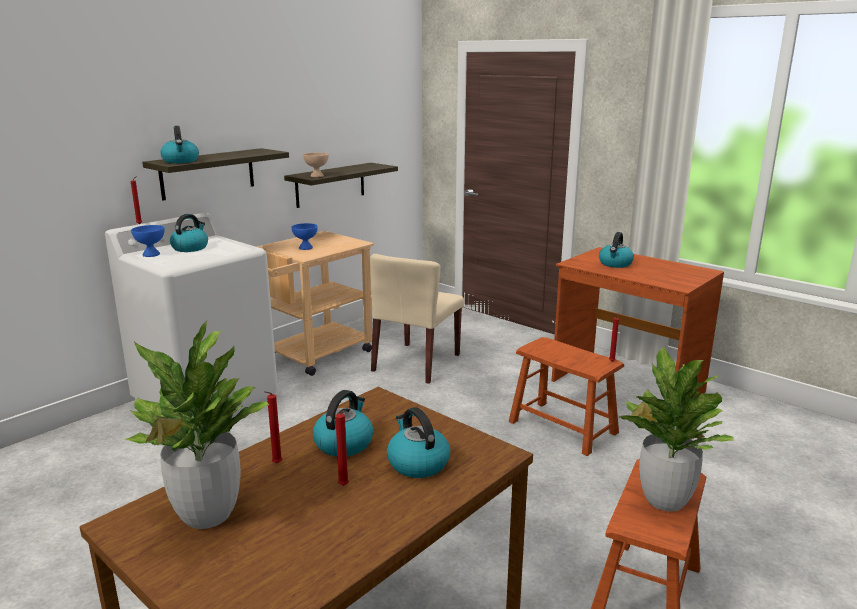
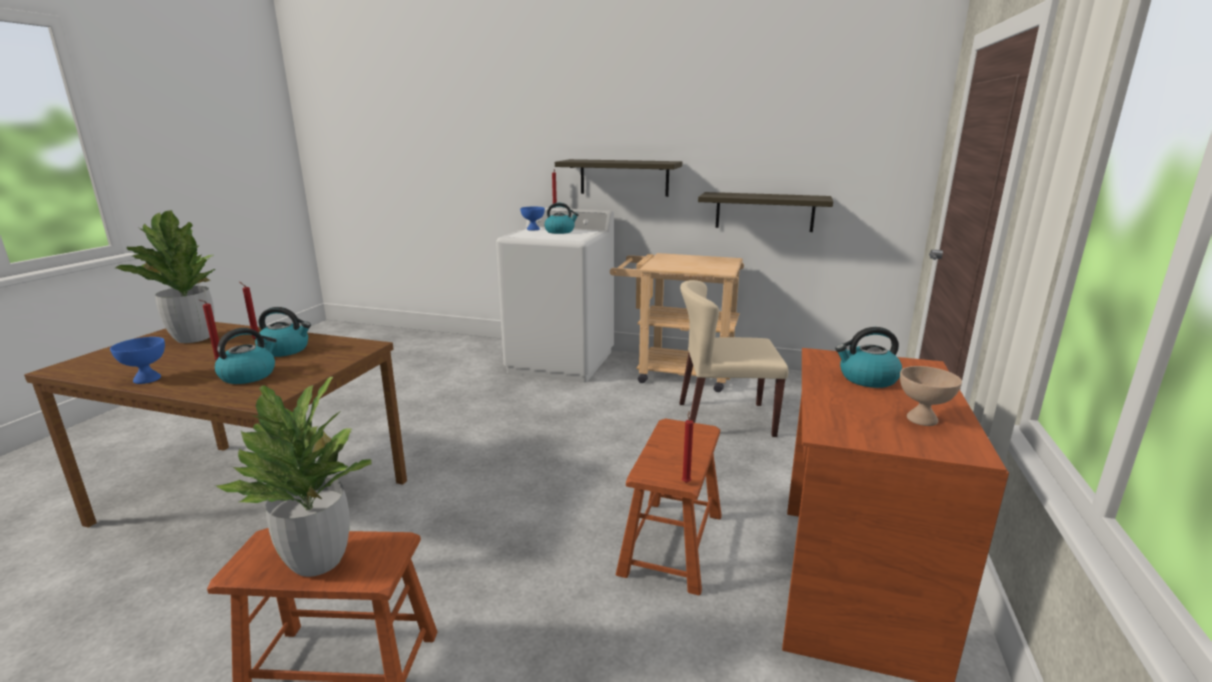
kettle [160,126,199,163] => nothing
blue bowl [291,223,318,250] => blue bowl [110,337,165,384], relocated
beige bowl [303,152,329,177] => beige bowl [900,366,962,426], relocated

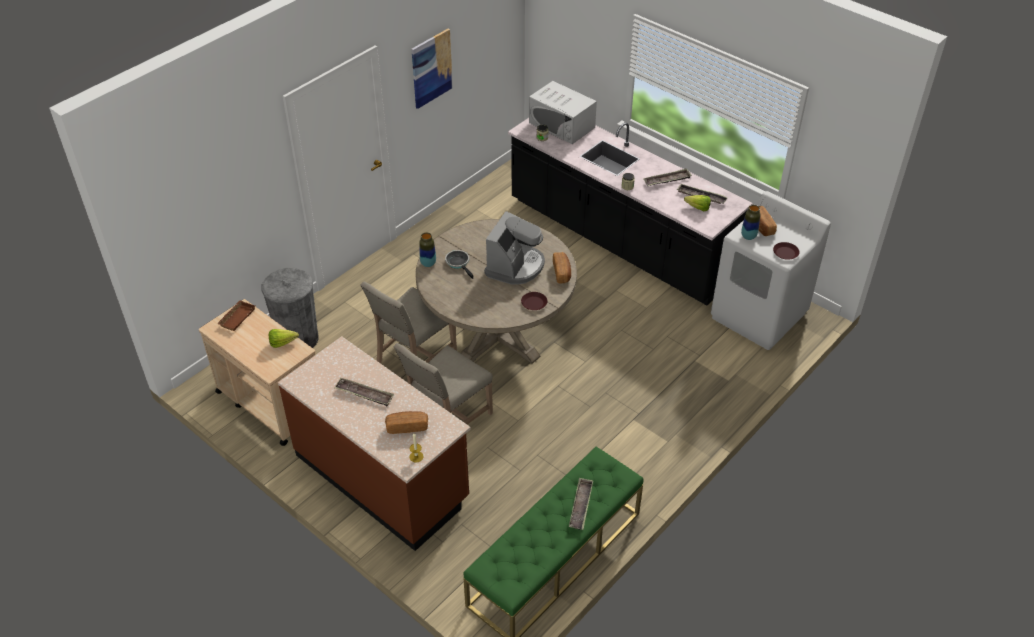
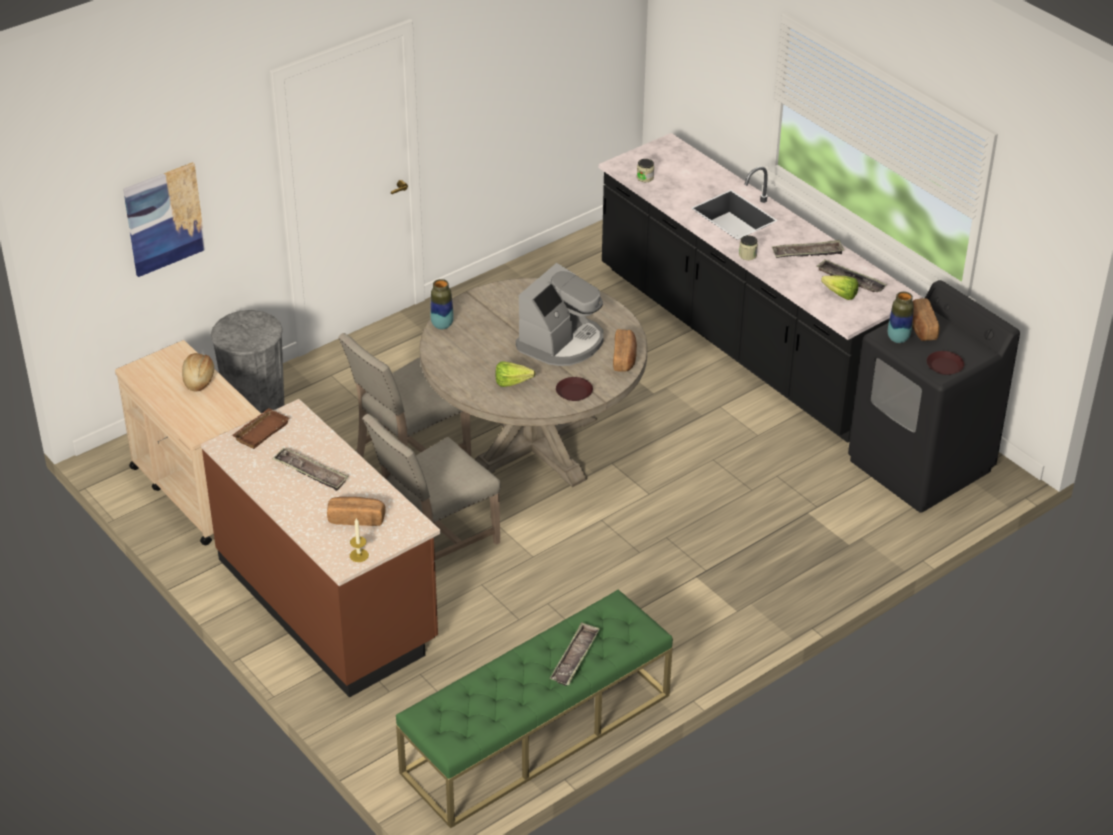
brown tray [217,300,255,331] => brown tray [232,408,289,449], relocated
lettuce [269,329,299,348] => lettuce [496,362,535,387], relocated
picture [411,29,453,109] => picture [123,162,206,277], relocated
frying pan [445,250,473,279] => nothing
white microwave [529,81,597,144] => nothing
white washing machine [711,191,831,350] => black washing machine [848,280,1020,513]
nothing => bread [182,353,214,392]

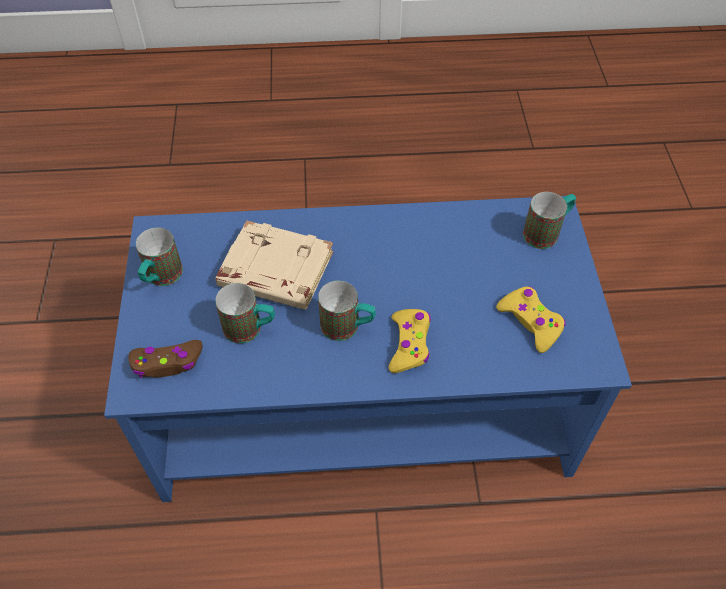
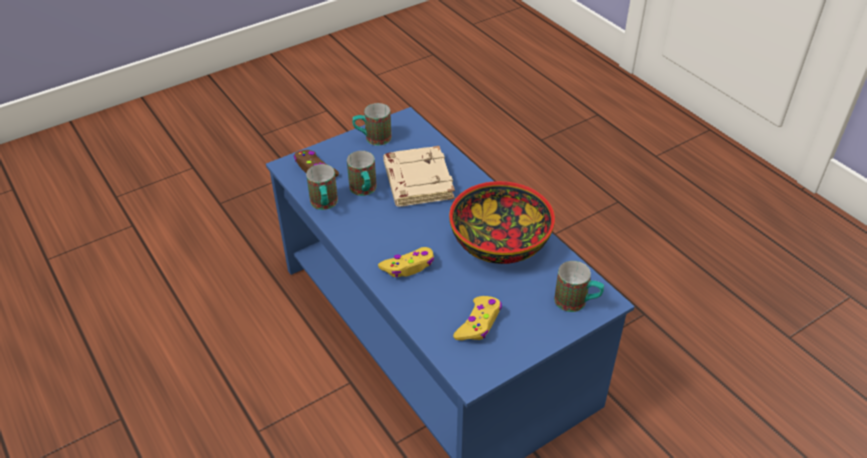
mug [318,281,376,341] => mug [306,164,338,210], relocated
nothing => bowl [449,181,555,264]

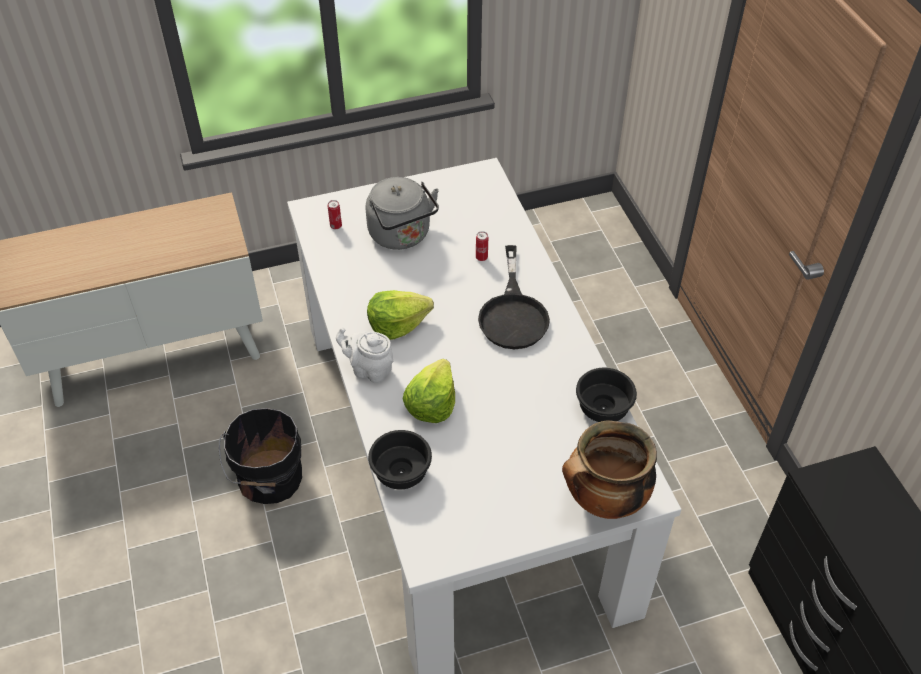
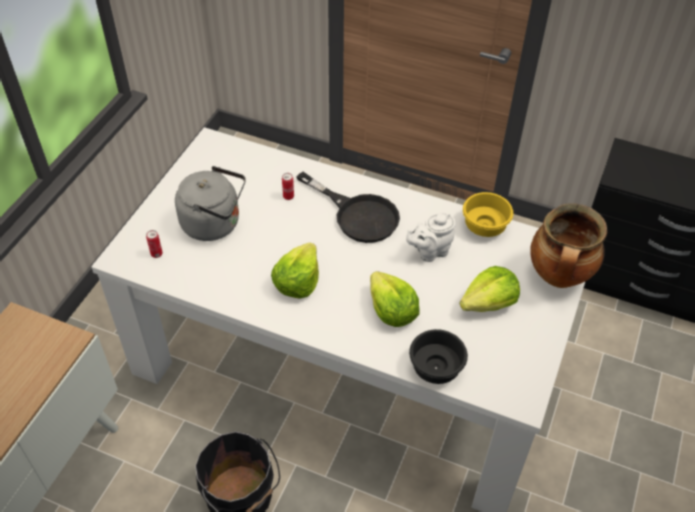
white teapot [336,327,393,383] => white teapot [406,213,456,262], relocated
black bowl [576,368,637,422] => yellow bowl [463,192,513,237]
nothing => lettuce [459,266,520,312]

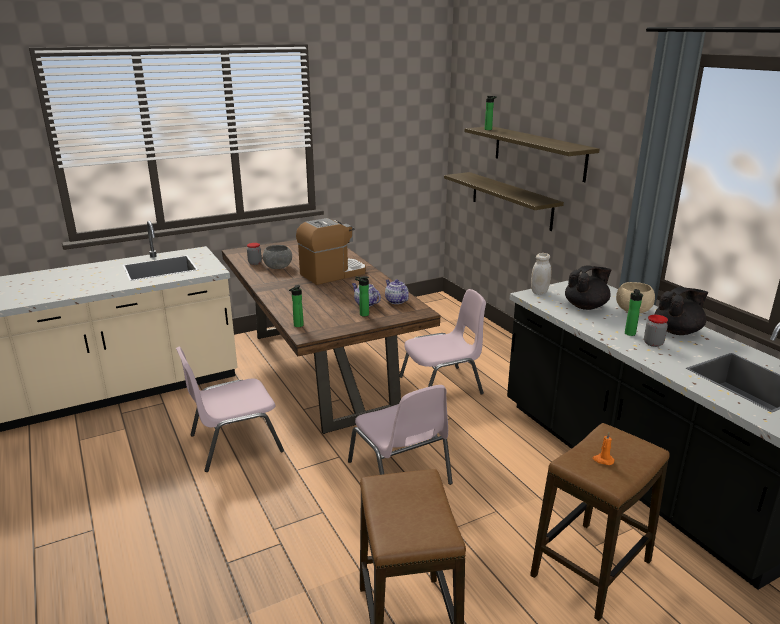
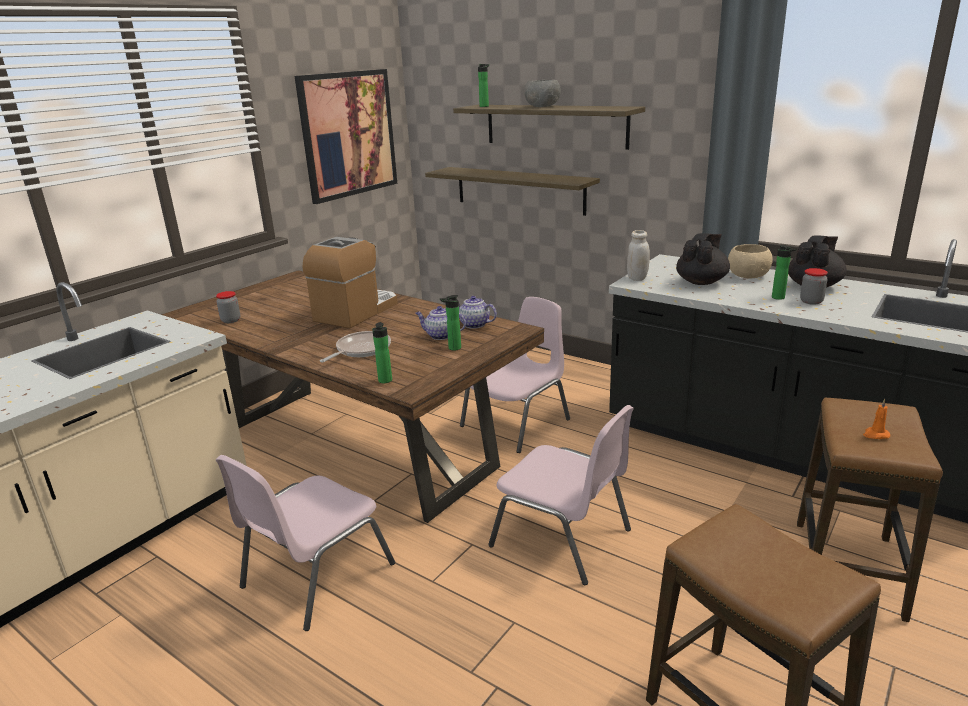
grey bowl [263,245,292,269] => grey bowl [524,80,561,107], relocated
nothing => picture [295,69,397,204]
nothing => frying pan [320,331,391,362]

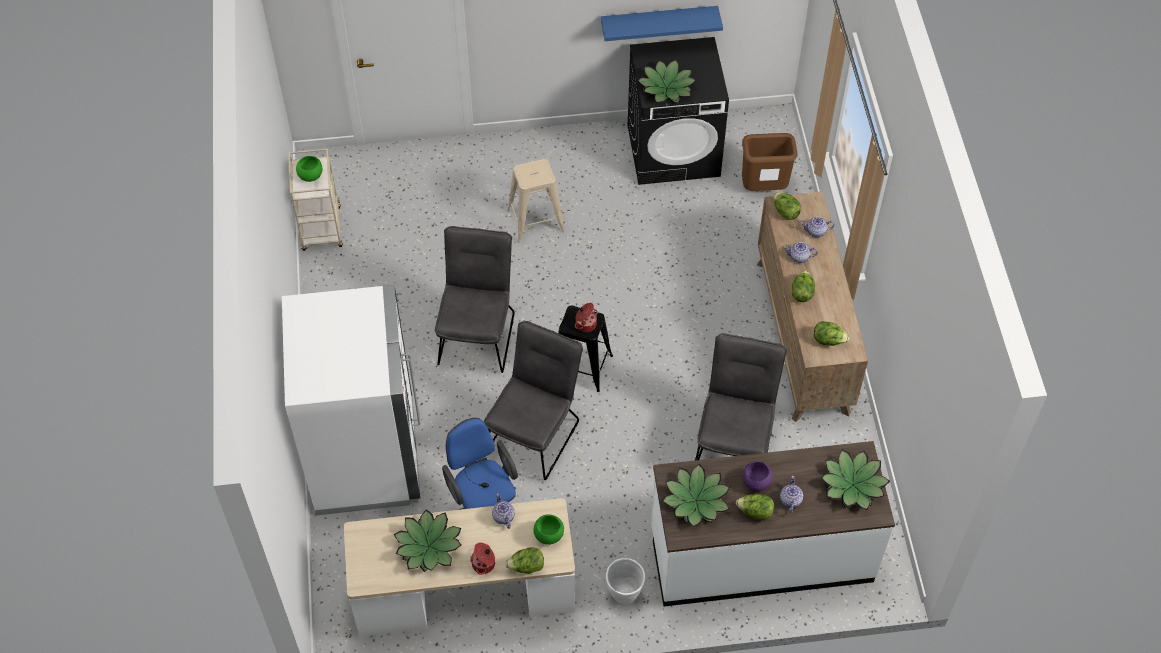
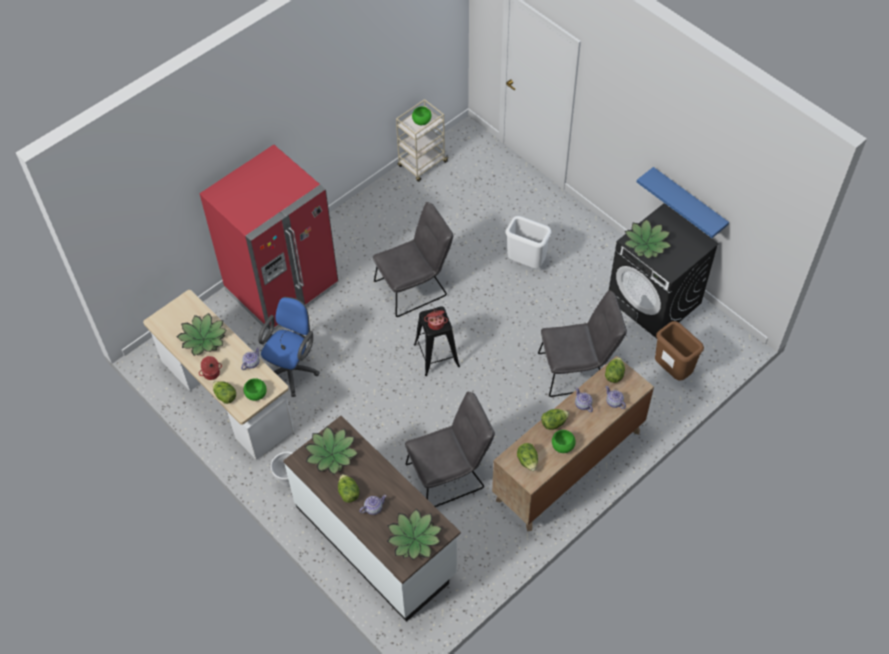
white fridge [282,285,420,515] => red fridge [200,145,338,332]
grey chair [484,321,583,480] => grey chair [538,290,627,397], relocated
beige stool [507,159,565,243] => white trash can [505,216,551,268]
purple bowl [742,461,773,492] => nothing
nothing => green bowl [552,430,576,453]

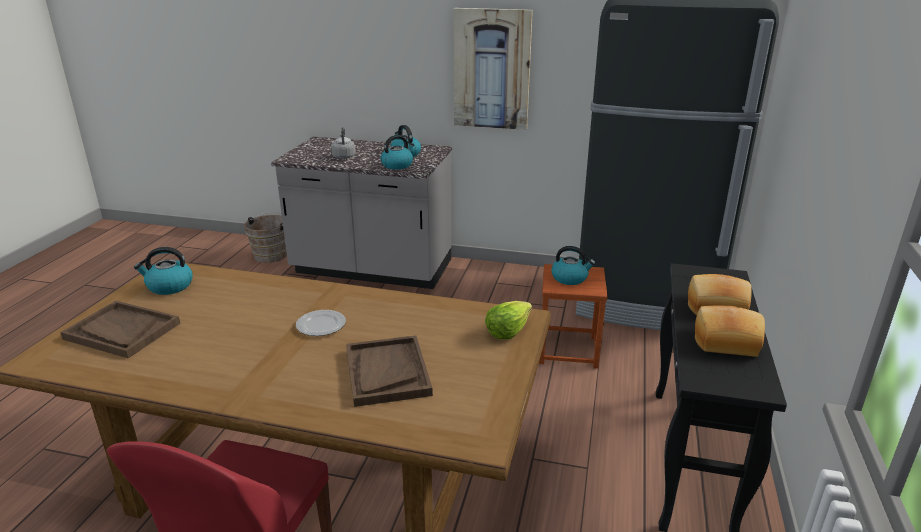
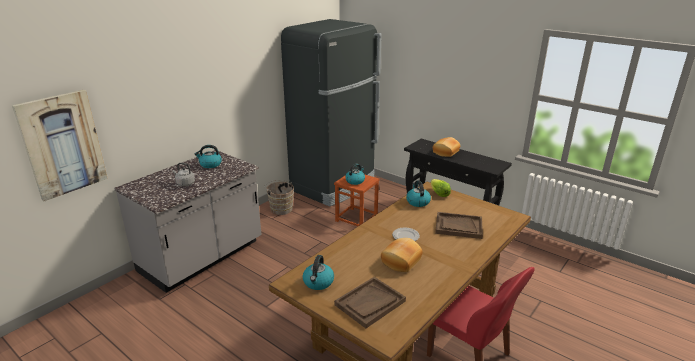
brown bucket [244,212,287,263] => brown bucket [264,180,294,215], relocated
kettle [381,135,415,169] => kettle [406,180,431,207], relocated
picture [454,8,533,130] => picture [12,90,108,201], relocated
bread [695,305,765,357] => bread [381,238,423,272], relocated

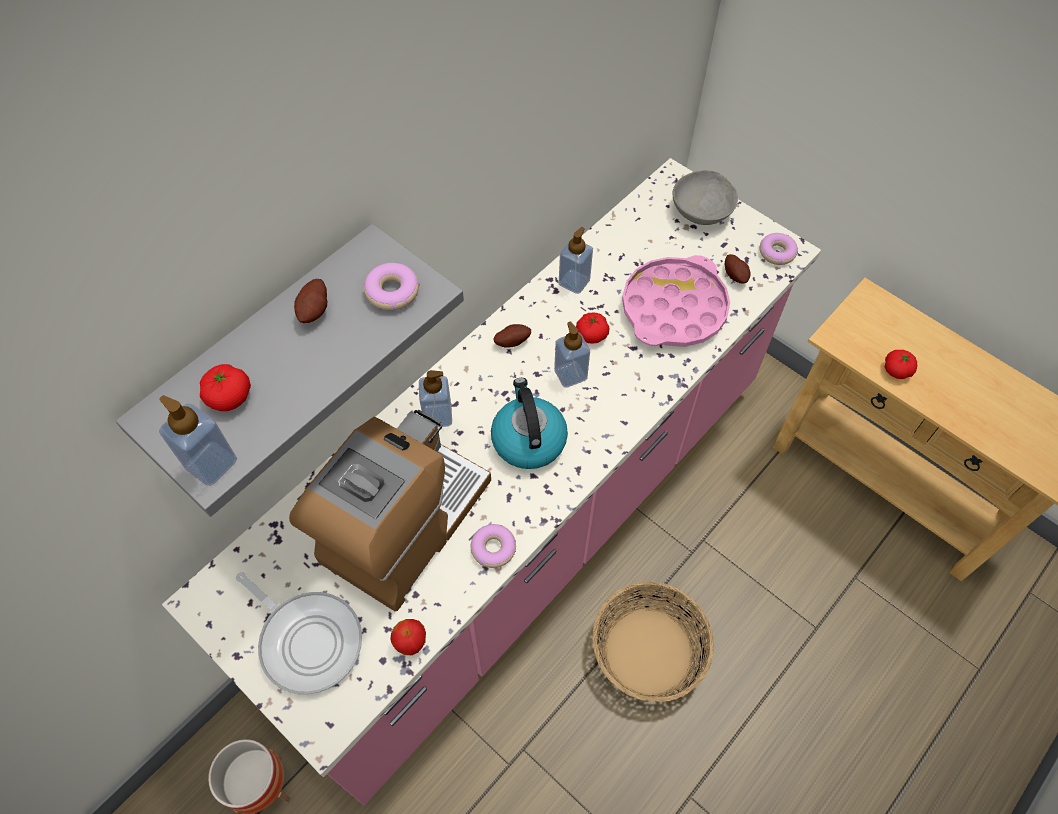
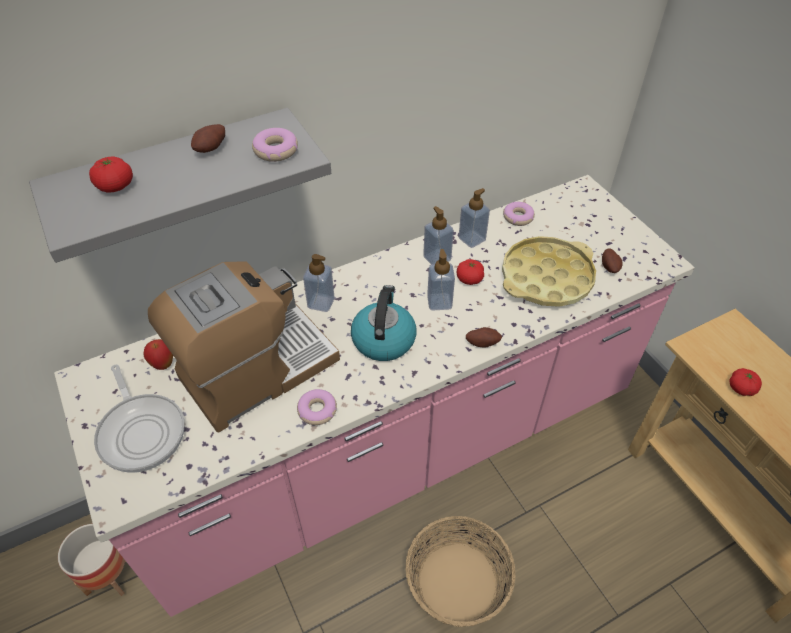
soap dispenser [159,395,237,486] => soap dispenser [423,206,454,264], relocated
apple [390,619,426,655] => apple [143,339,173,370], relocated
potato [493,324,531,348] => potato [466,327,502,347], relocated
pink tray [622,255,730,347] => yellow tray [502,236,596,307]
grey bowl [673,170,738,225] => nothing
donut [759,233,798,265] => donut [503,202,535,226], relocated

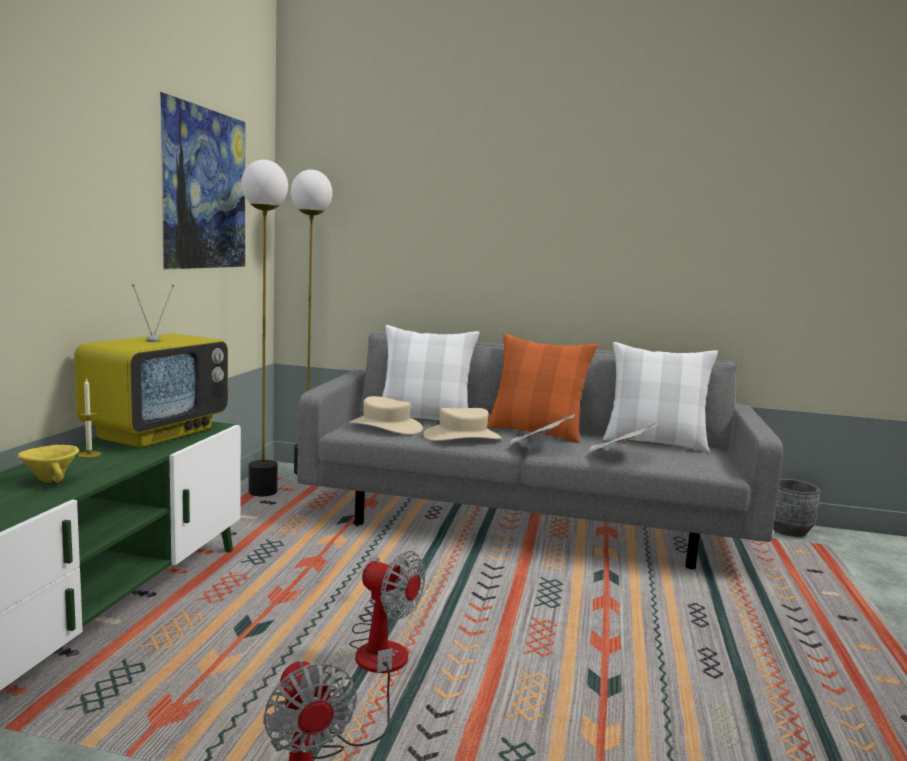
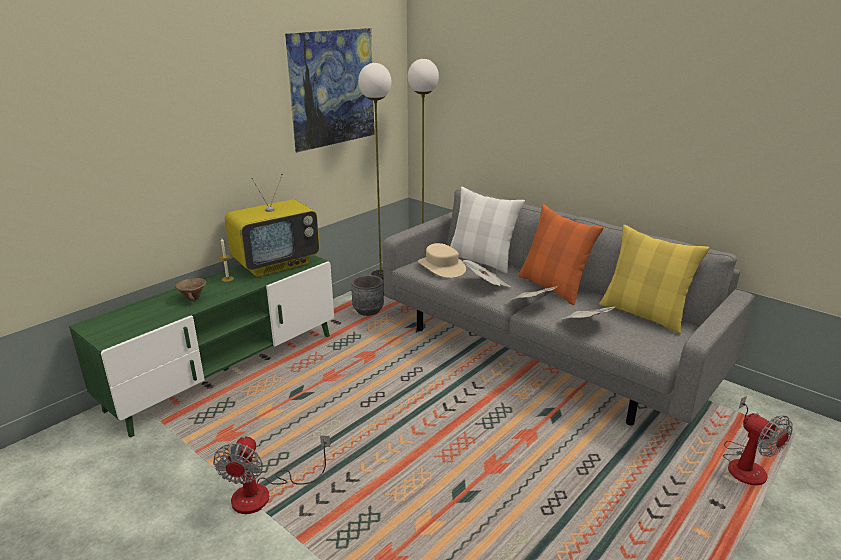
yellow bowl [18,445,79,483] => brown bowl [175,278,206,302]
fan [349,551,425,673] => fan [723,396,793,485], relocated
beige hat [424,408,502,441] => newspaper [461,260,511,287]
white pillow [603,342,718,453] => yellow pillow [599,225,710,334]
grey planter [773,478,820,537] => grey planter [351,275,384,316], relocated

